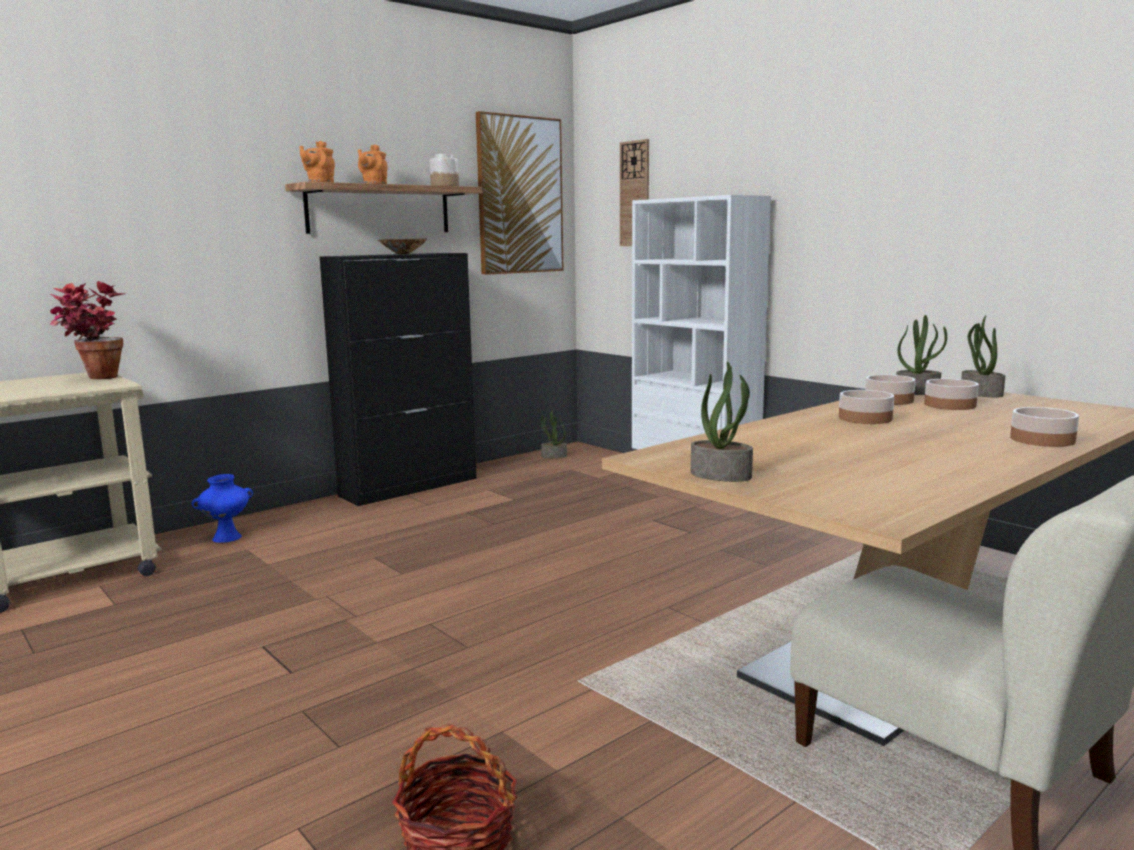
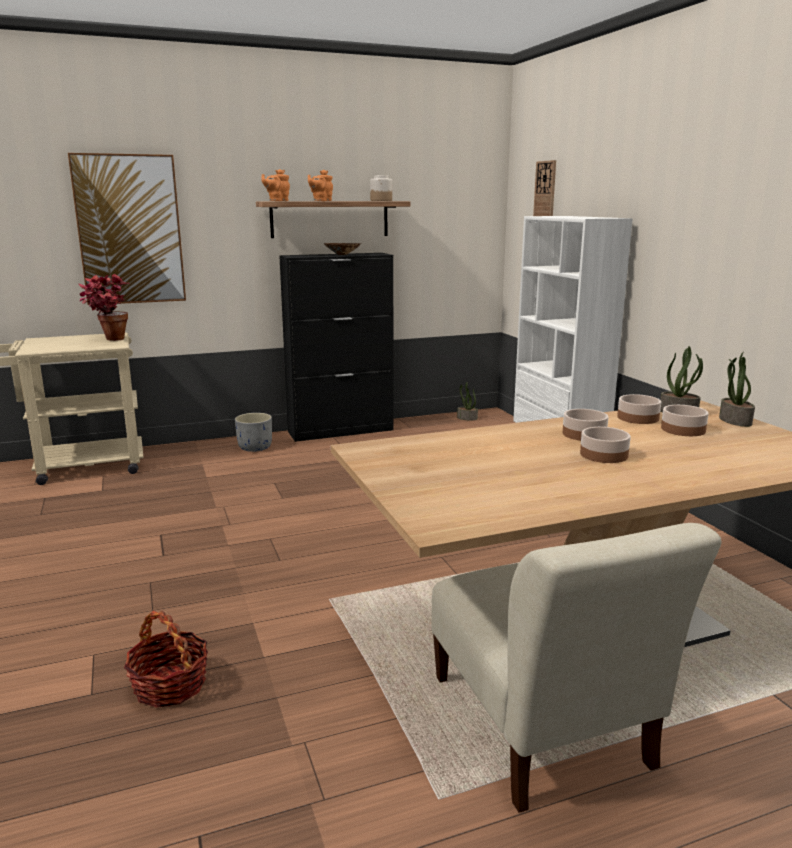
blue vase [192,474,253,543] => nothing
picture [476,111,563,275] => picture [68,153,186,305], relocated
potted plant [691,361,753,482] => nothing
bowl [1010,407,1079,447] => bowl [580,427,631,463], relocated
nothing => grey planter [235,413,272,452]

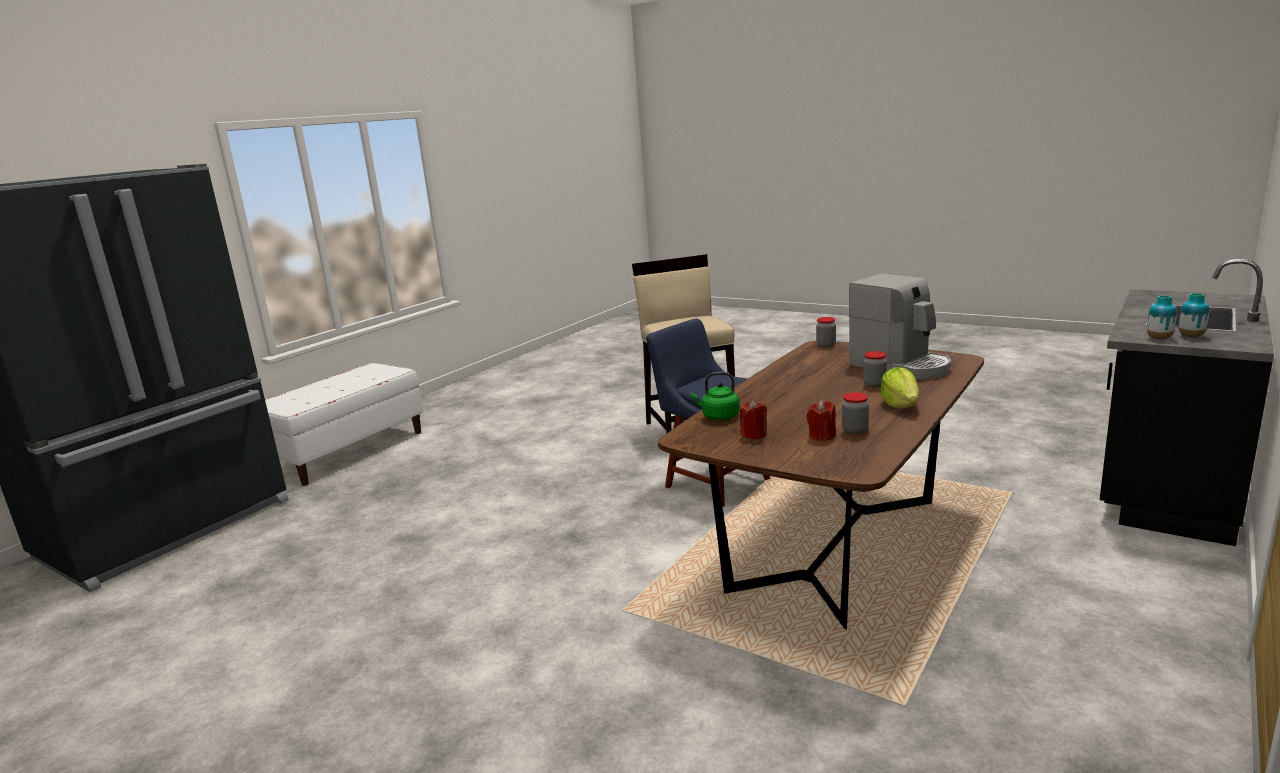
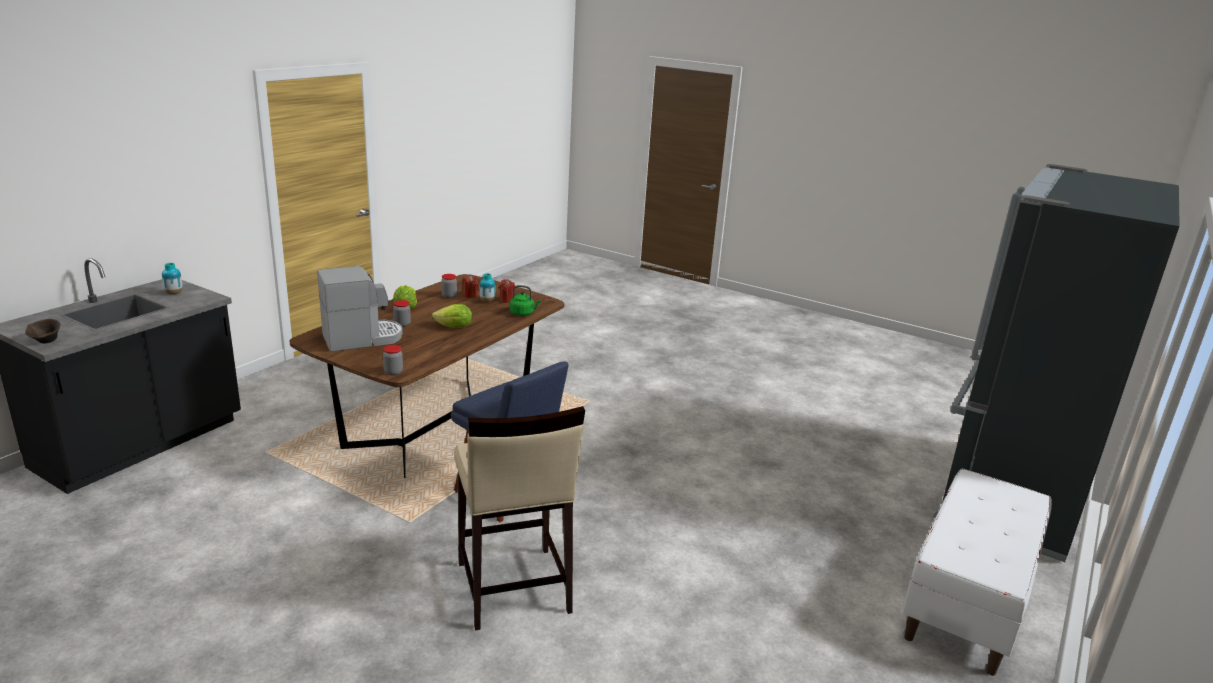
coffee machine [849,273,951,379] => coffee machine [317,266,403,352], 105 degrees clockwise
vase [1147,295,1177,339] => vase [479,273,495,302], relocated
nothing => brown bowl [25,319,61,344]
nothing => lettuce [432,304,472,328]

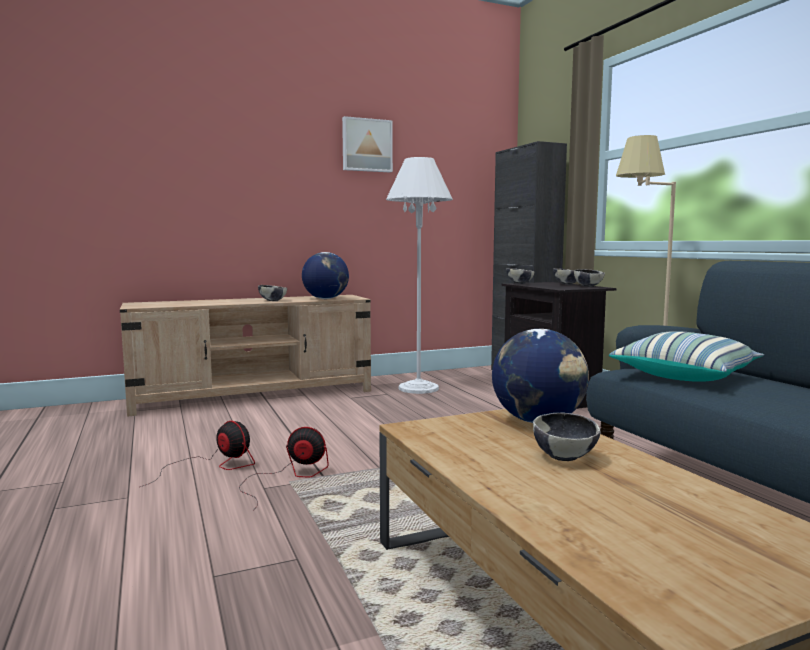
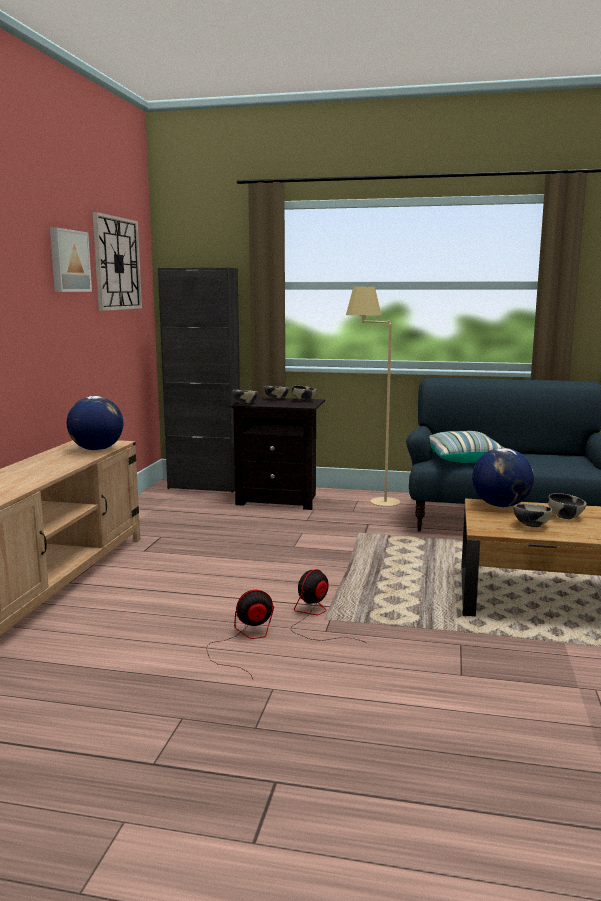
bowl [258,285,287,301] => bowl [514,504,552,527], relocated
white floor lamp [386,157,453,394] => nothing
nothing => wall clock [92,212,142,311]

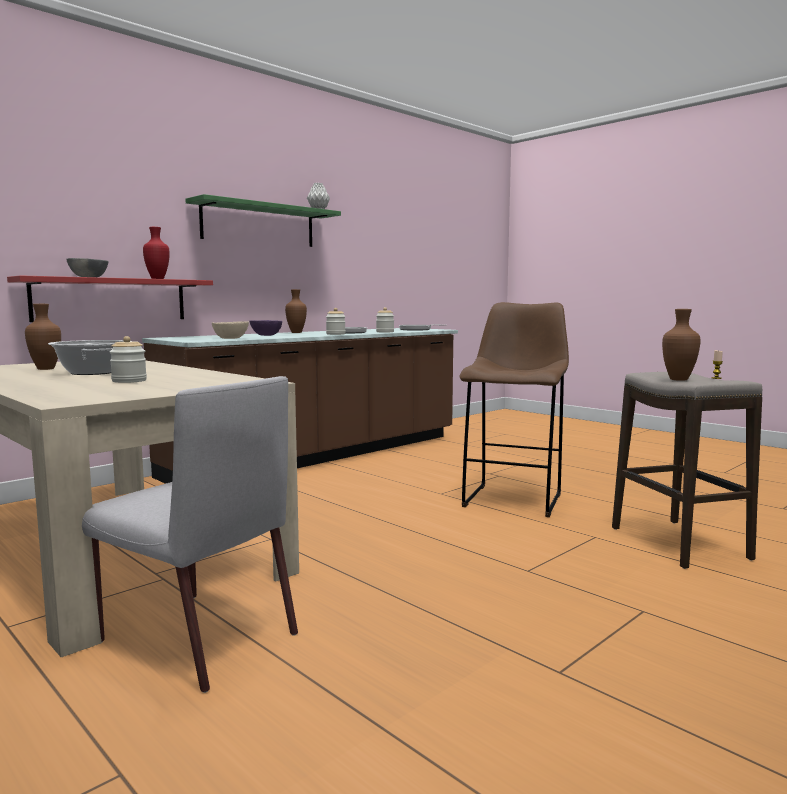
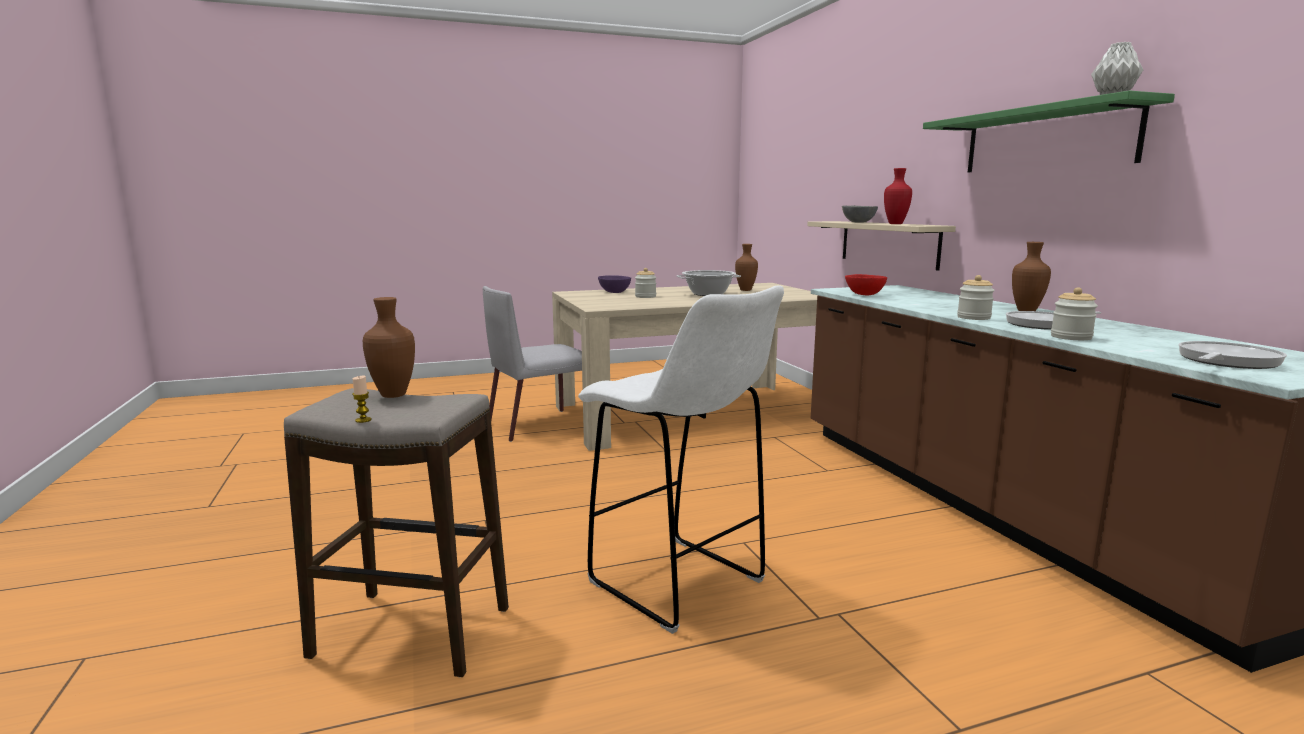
red shelf [7,275,213,322] => beige shelf [807,221,956,271]
beige bowl [212,321,249,339] => red bowl [845,274,887,295]
purple bowl [249,320,282,336] => purple bowl [598,275,631,293], relocated
brown stool [460,302,569,517] => white stool [578,285,784,634]

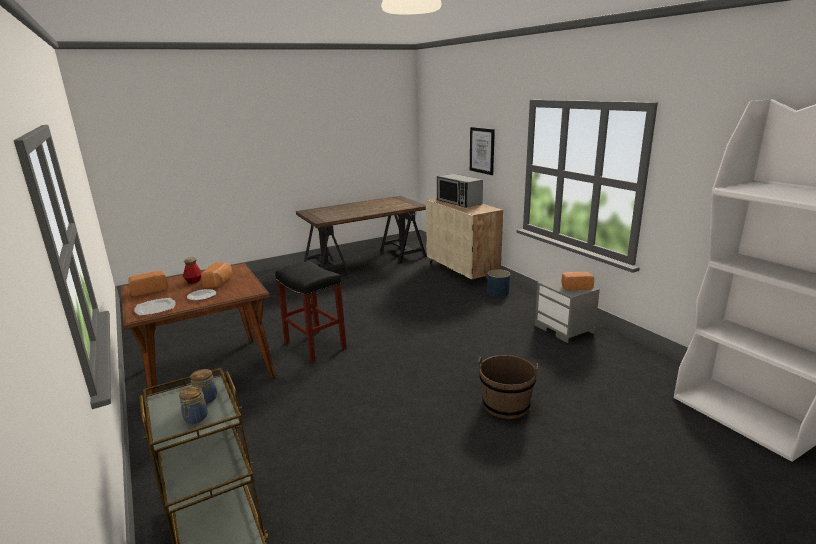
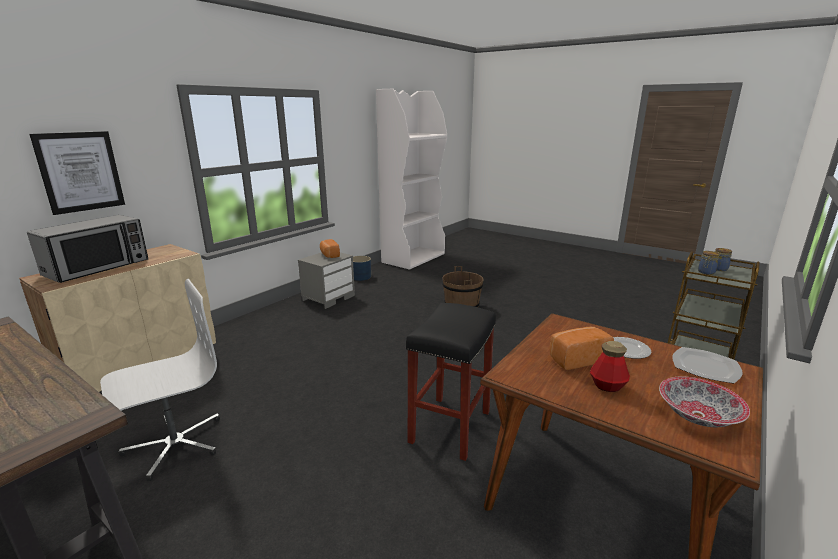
bread [128,271,168,296] => bowl [659,377,750,427]
blue planter [487,269,511,296] => blue planter [353,256,371,281], relocated
nothing => white office chair [100,279,220,481]

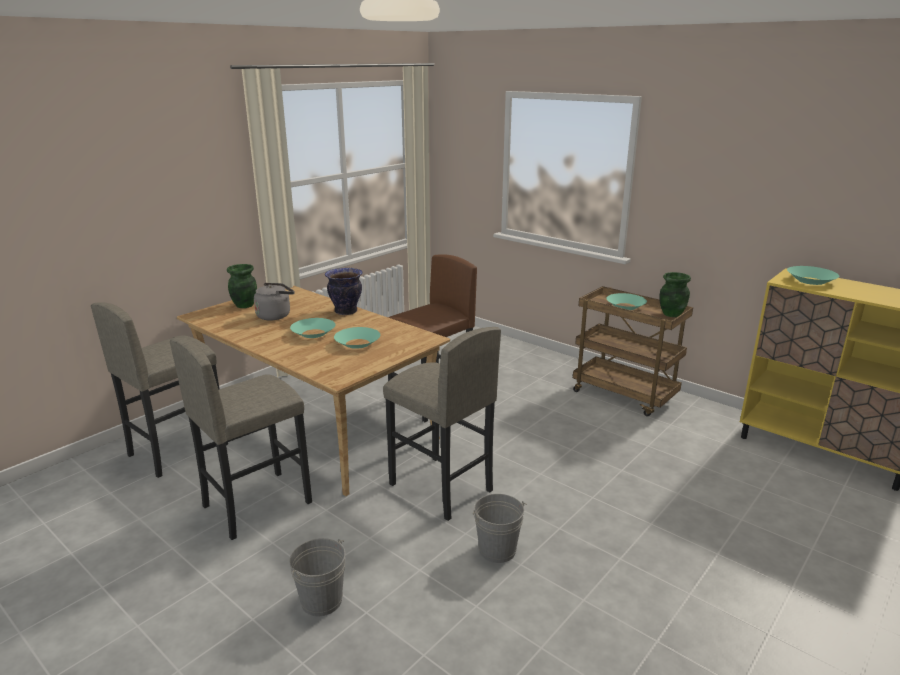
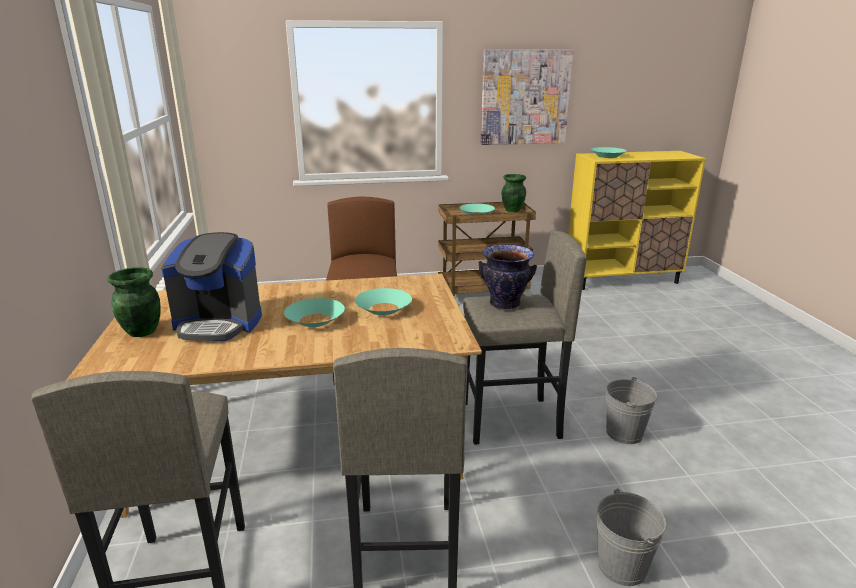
grey kettle [254,283,294,321] => coffee machine [161,232,262,341]
vase [325,268,363,315] => vase [479,244,537,310], relocated
nothing => picture [481,49,574,145]

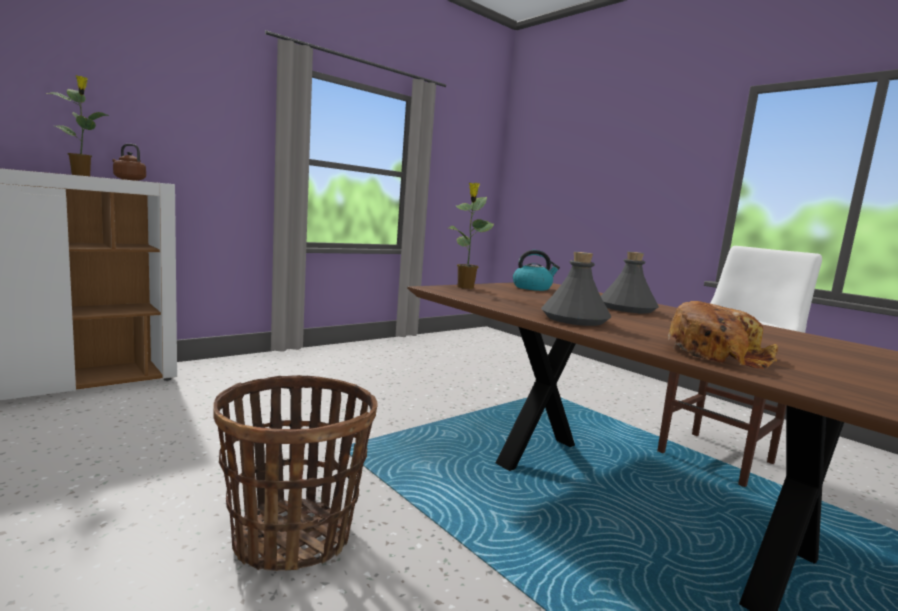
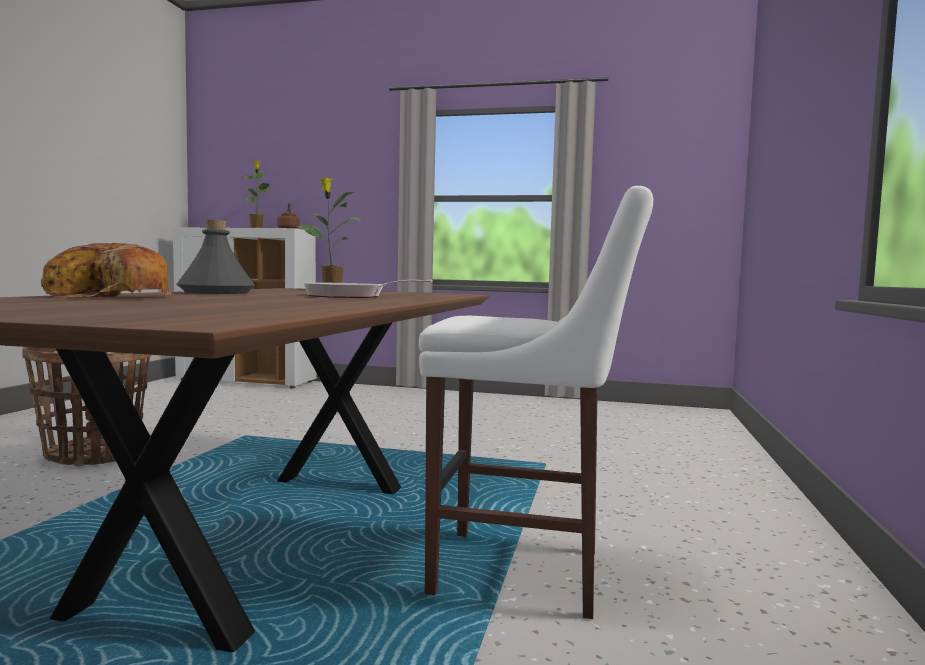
kettle [513,250,560,291] => nothing
grey bottle [601,252,659,314] => frying pan [303,280,433,298]

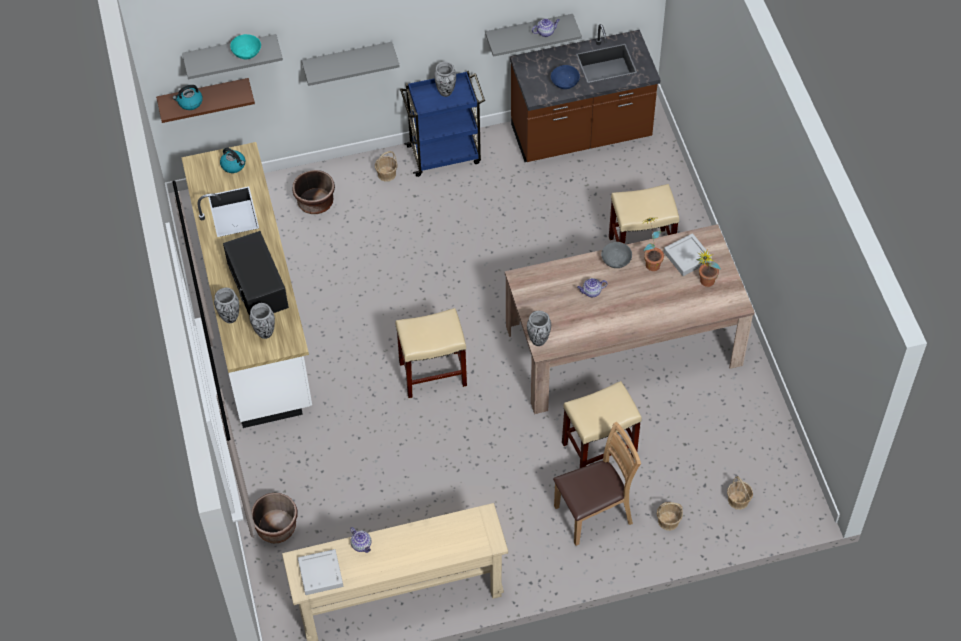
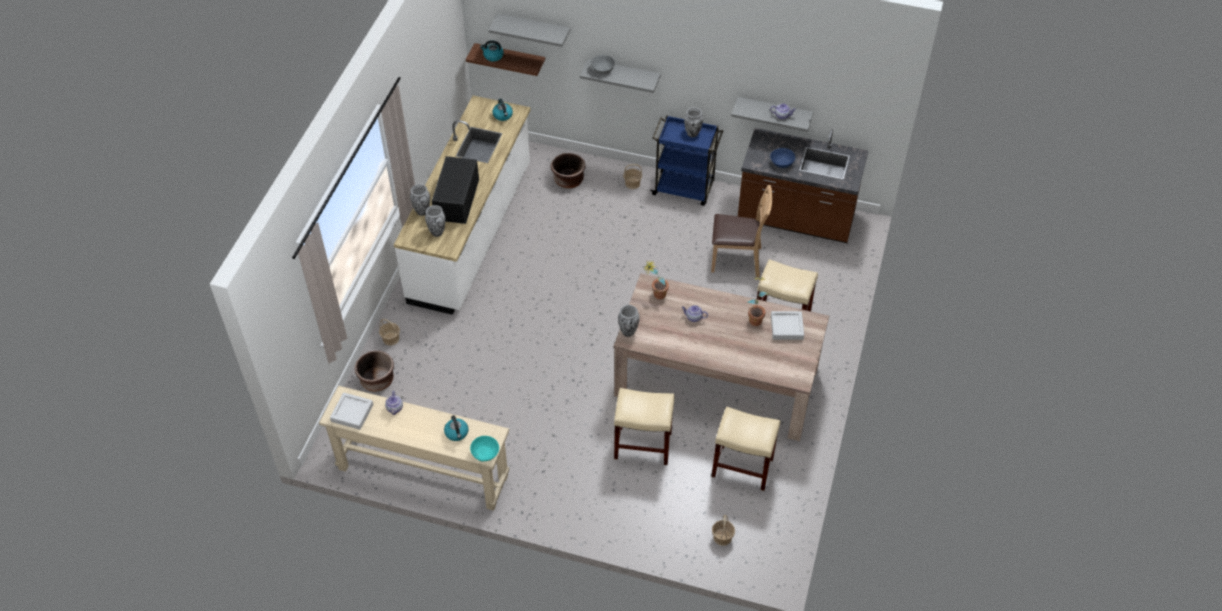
turquoise bowl [230,34,261,60] => turquoise bowl [470,436,499,461], relocated
beige stool [395,308,467,398] => beige stool [712,407,780,491], relocated
brown chair [553,422,641,546] => brown chair [711,185,772,277], relocated
grey bowl [601,242,632,268] => grey bowl [591,55,615,74], relocated
basket [657,502,683,531] => basket [379,319,400,346], relocated
potted plant [696,248,721,287] => potted plant [643,260,669,299], relocated
nothing => kettle [444,415,469,441]

